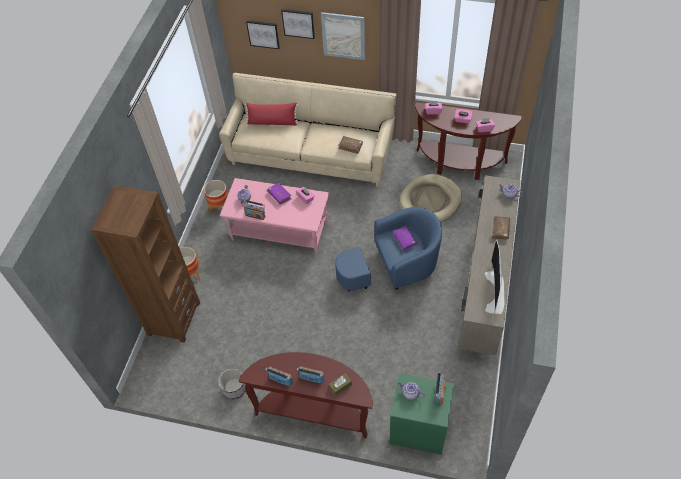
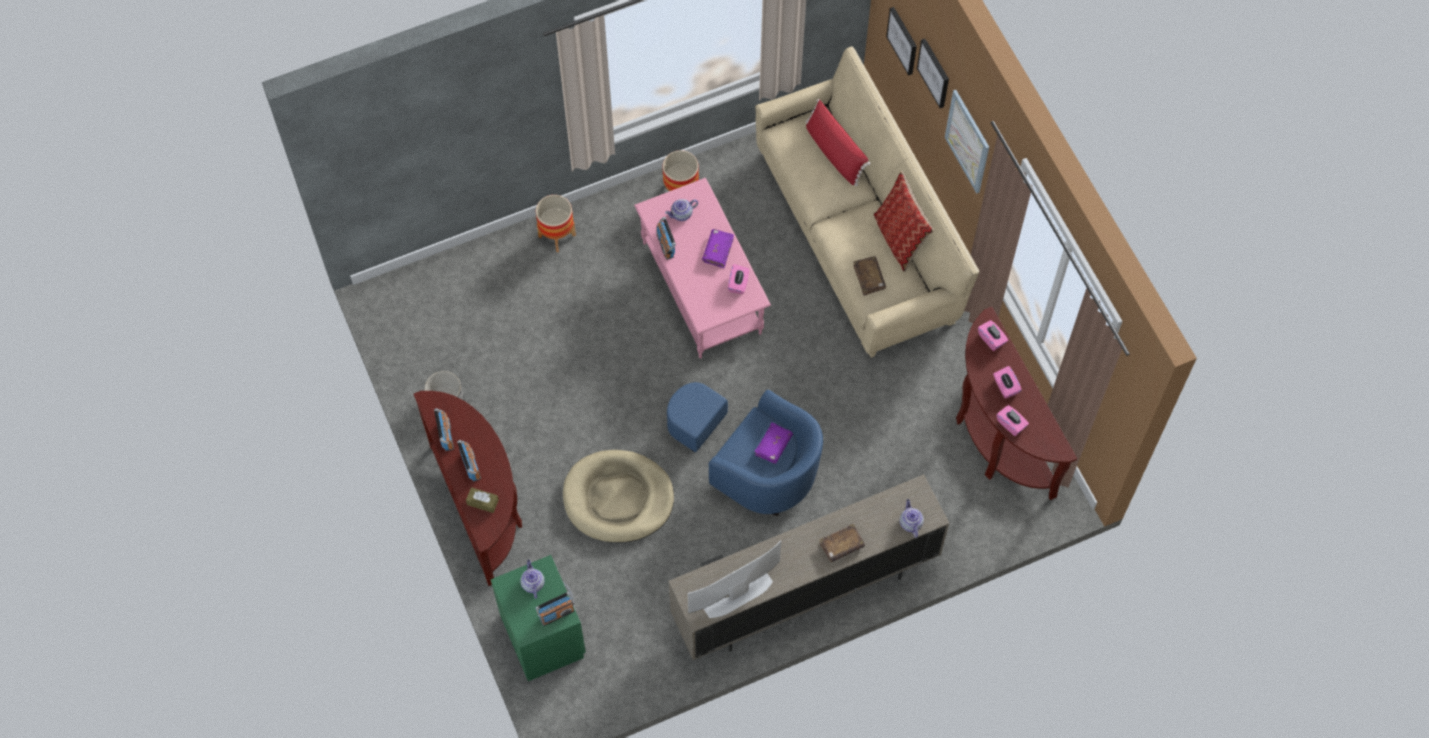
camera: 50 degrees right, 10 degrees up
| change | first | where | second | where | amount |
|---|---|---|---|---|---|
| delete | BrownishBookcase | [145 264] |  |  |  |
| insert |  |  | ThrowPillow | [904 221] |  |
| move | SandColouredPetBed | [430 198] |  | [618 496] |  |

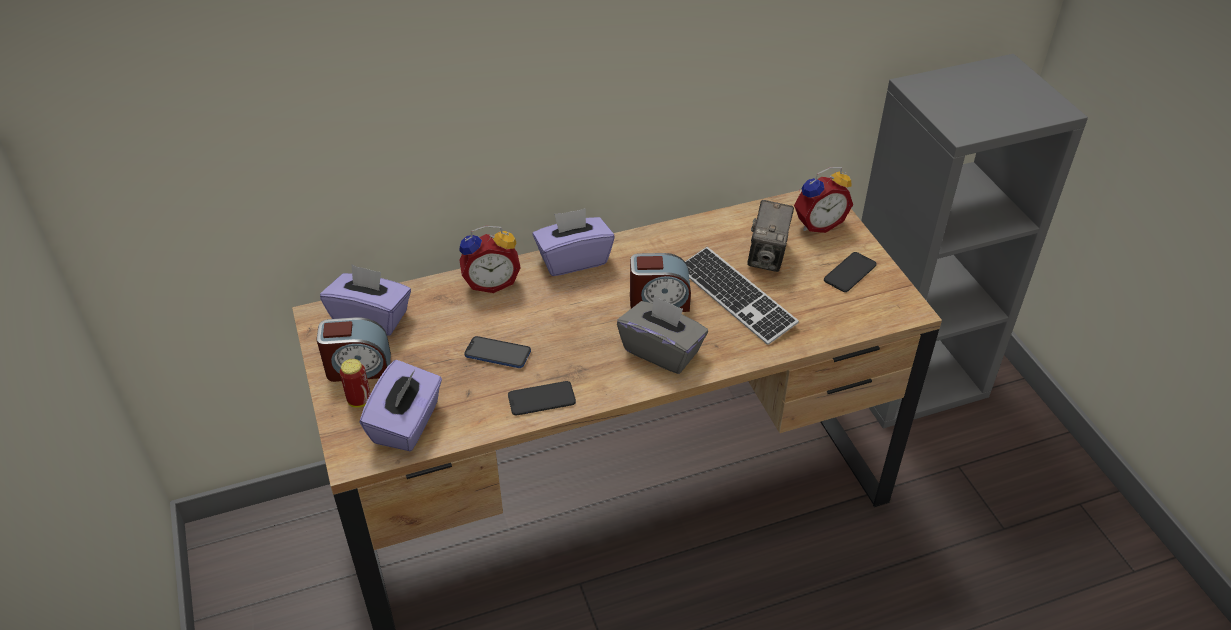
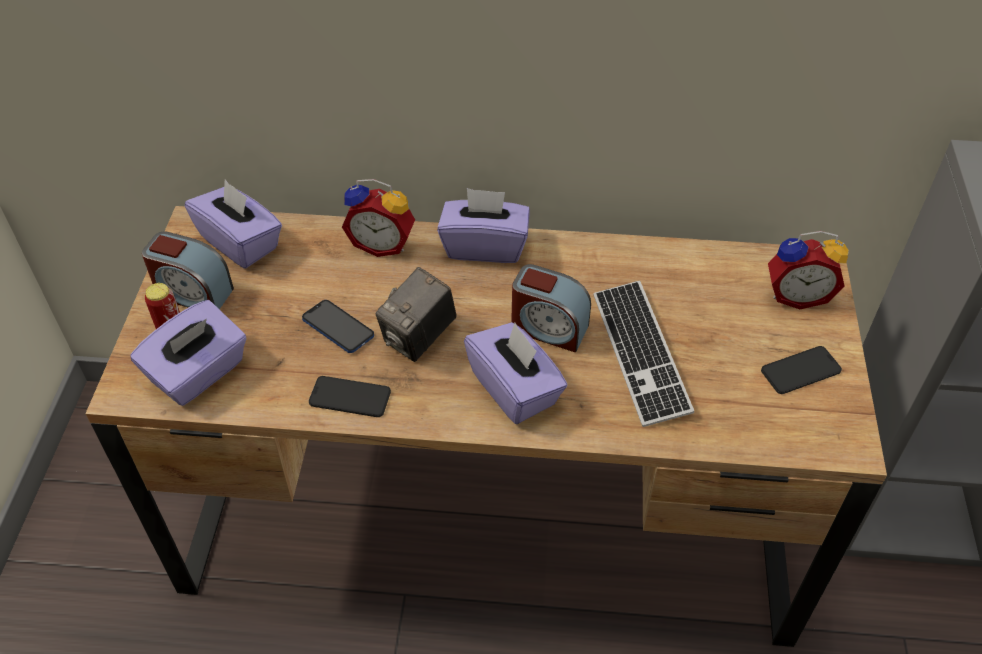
camera: 25 degrees right, 5 degrees up
| change | first | where | second | where | amount |
|---|---|---|---|---|---|
| move | StillCamera | [770 236] |  | [416 314] |  |
| recolor | GreyishBoxOfTissues | [662 334] | PurpleColouredBoxOfTissues | [516 373] |  |

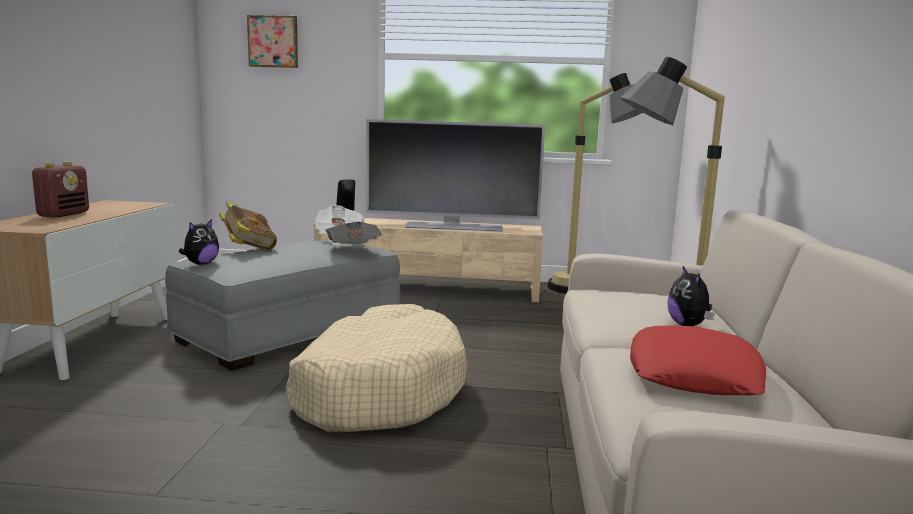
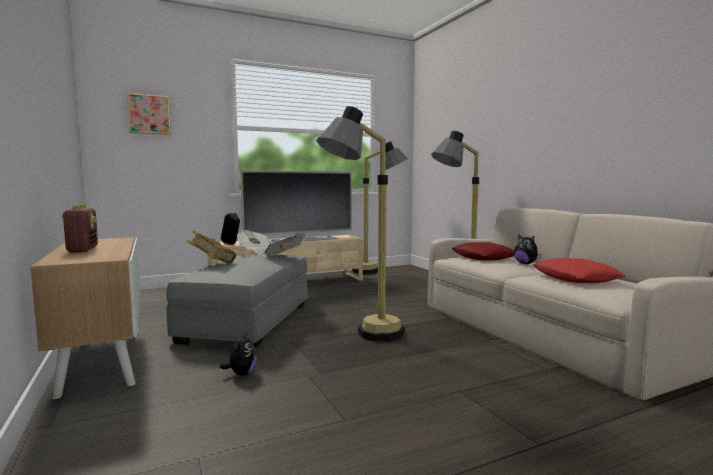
camera: 30 degrees left, 5 degrees down
| change | first | where | second | where | amount |
|---|---|---|---|---|---|
| insert |  |  | RedThrowPillow | [483 251] |  |
| move | SoftToy | [199 242] |  | [238 353] |  |
| replace | SandColouredPetBed | [376 368] | FloorLamp | [360 224] |  |

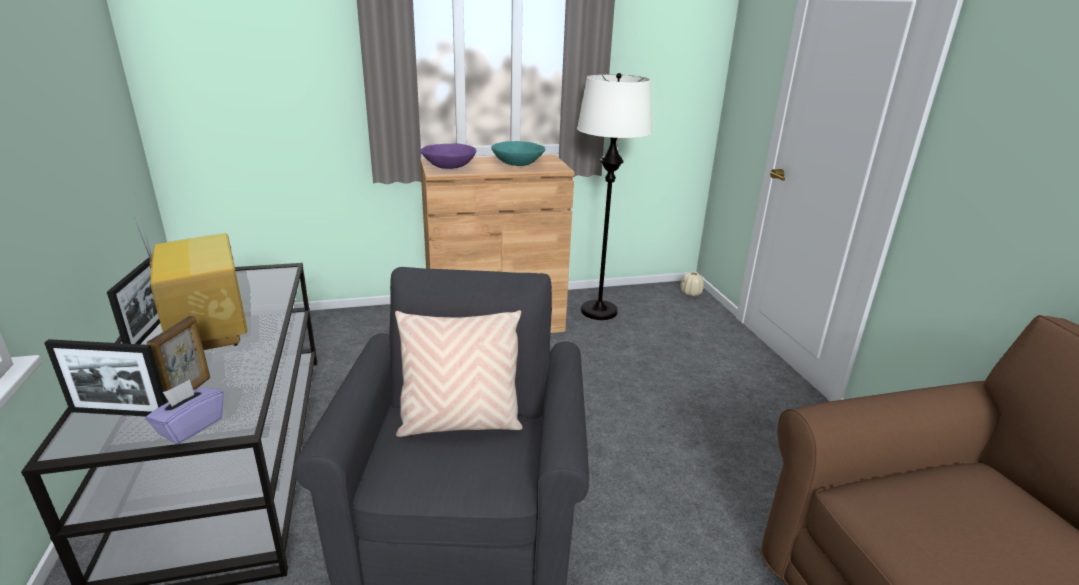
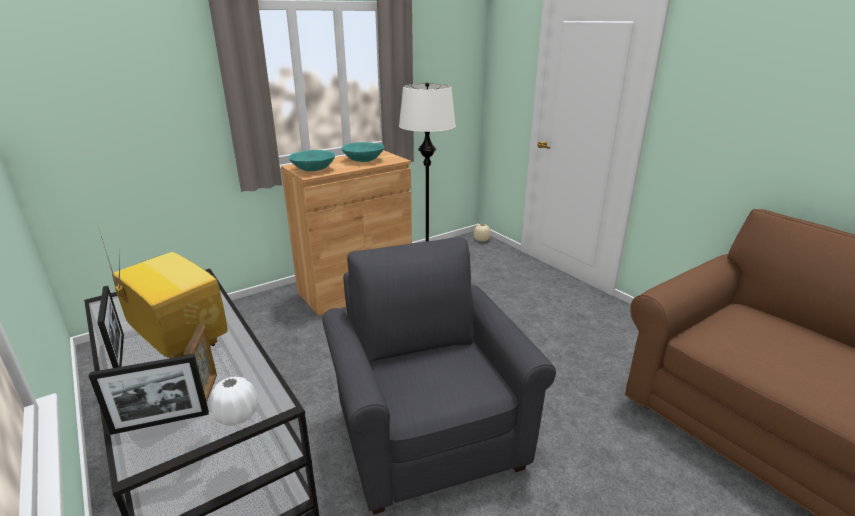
camera: 20 degrees left, 0 degrees up
| change | first | where | second | where | amount |
|---|---|---|---|---|---|
| delete | SandColouredThrowPillow | [459 373] |  |  |  |
| replace | PurpleColouredBoxOfTissues | [184 411] | WhitishVase | [234 401] |  |
| recolor | PurpleColouredServingBowl | [448 156] | TurquoiseColouredServingBowl | [312 160] |  |

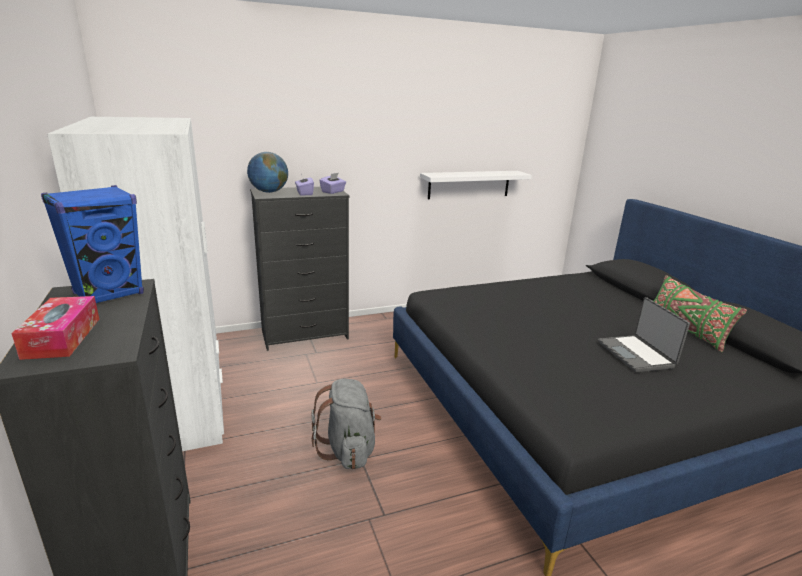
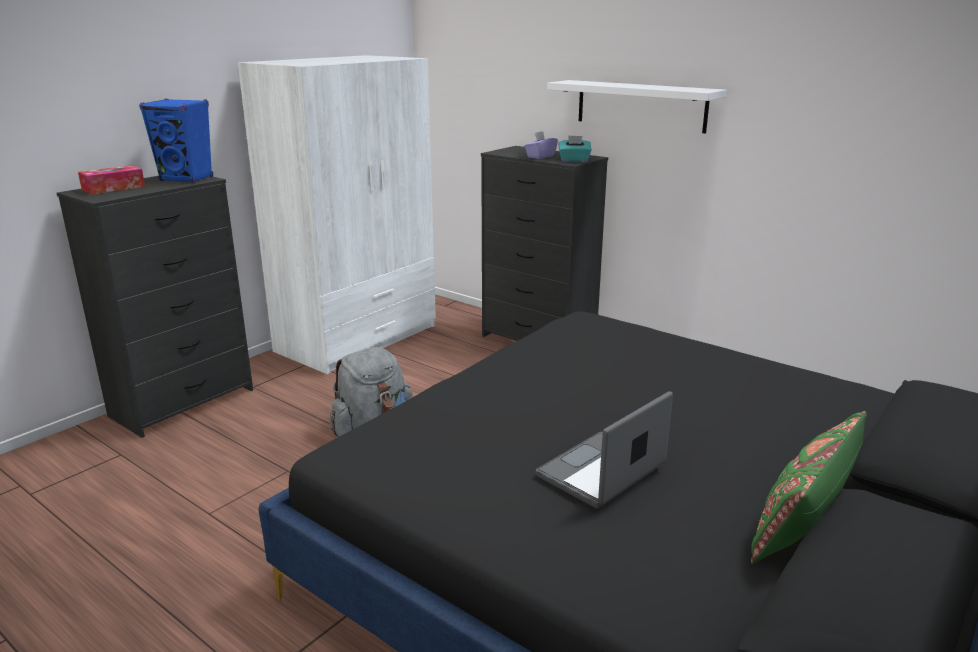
camera: 60 degrees right, 0 degrees up
| change | first | where | second | where | amount |
|---|---|---|---|---|---|
| delete | Globe | [267 172] |  |  |  |
| move | WhitishShelf | [476 185] |  | [636 106] |  |
| recolor | PurpleColouredBoxOfTissues | [332 183] | TurquoiseColouredBoxOfTissues | [575 148] |  |

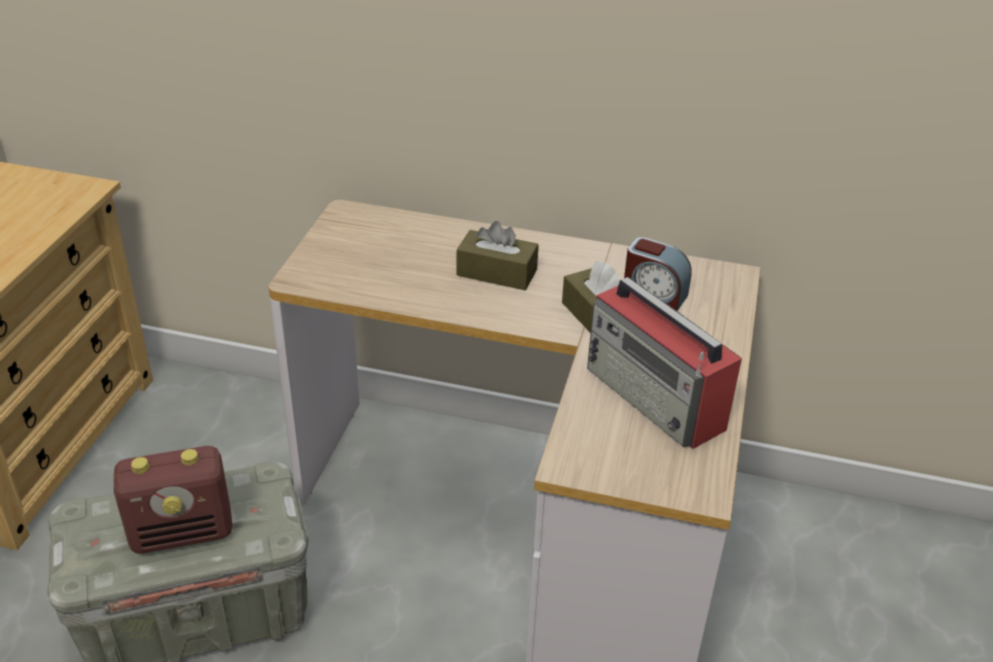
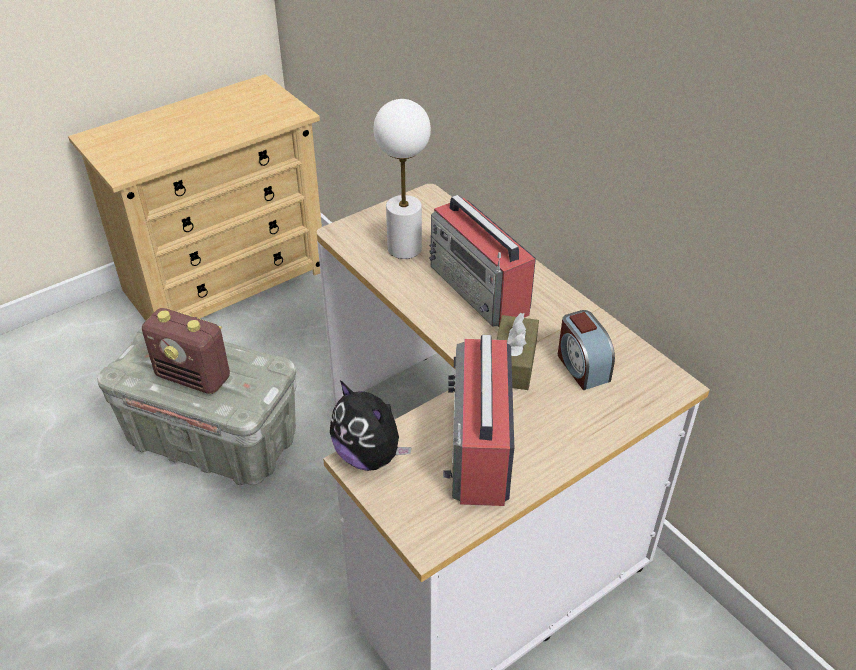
camera: 40 degrees right, 5 degrees up
| change | first | where | second | where | amount |
|---|---|---|---|---|---|
| insert |  |  | SoftToy | [371 425] |  |
| insert |  |  | WhitishTableLamp | [402 179] |  |
| replace | BrownishBoxOfTissues | [498 255] | RadioSet | [482 261] |  |

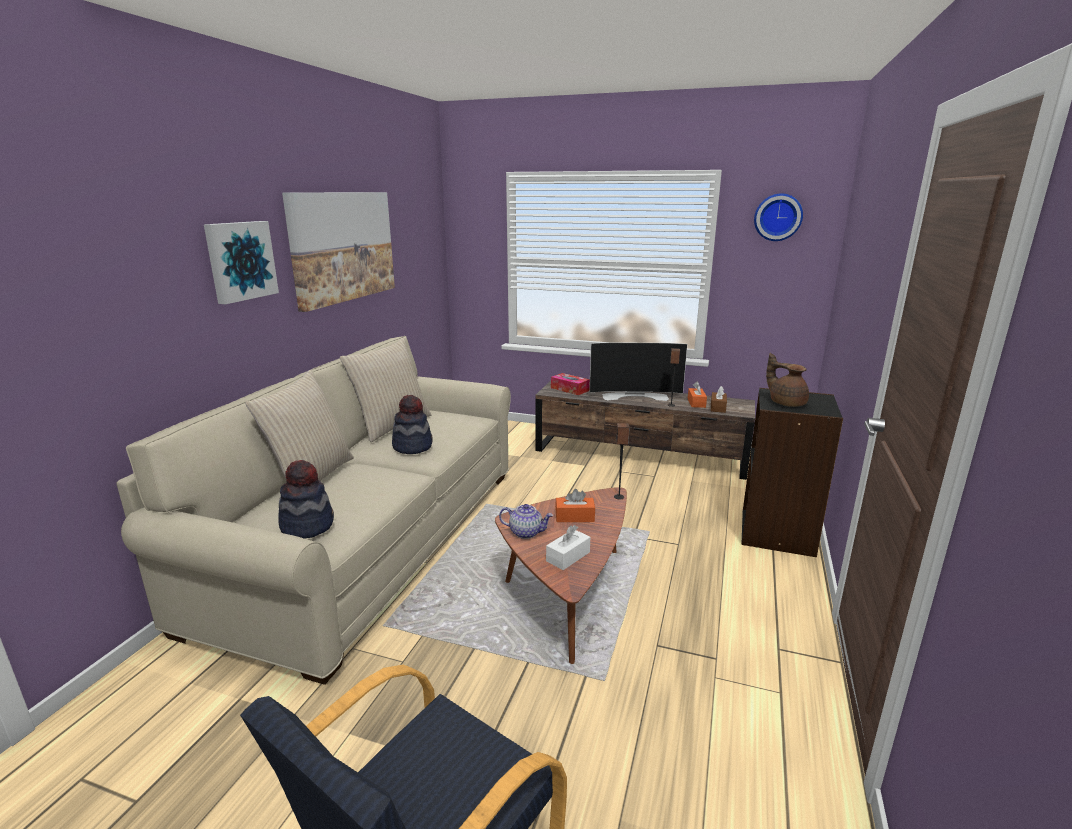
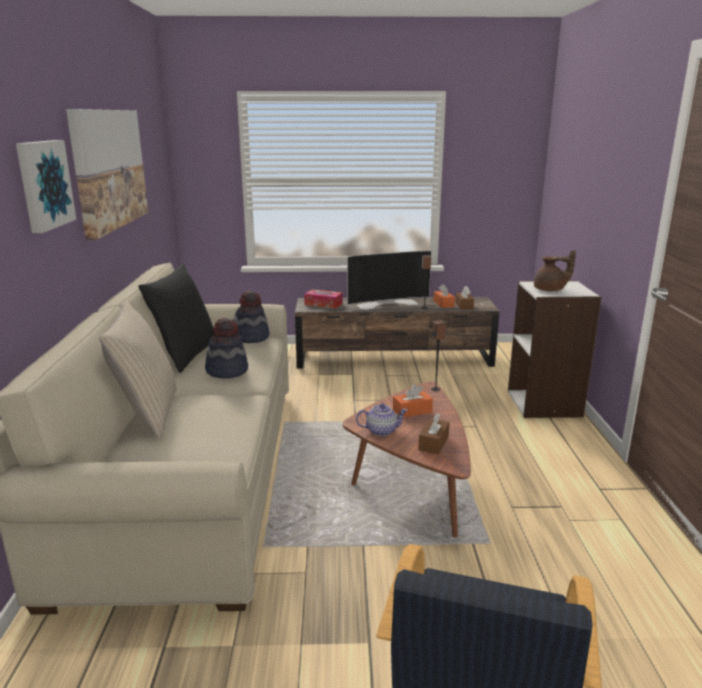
camera: 20 degrees left, 0 degrees up
| change | first | where | second | where | amount |
|---|---|---|---|---|---|
| delete | WallClock | [778 217] |  |  |  |
| move | Hat | [306 499] |  | [252 317] |  |
| recolor | SandColouredThrowPillow | [386 390] | BlackishThrowPillow | [176 318] |  |
| recolor | WhitishBoxOfTissues | [568 547] | BrownishBoxOfTissues | [434 434] |  |
| recolor | BlackishBookcase | [792 472] | WhitishBookcase | [554 349] |  |
| rotate | BrownishPotForTea | [787 380] |  | [555 270] | 150 degrees clockwise |

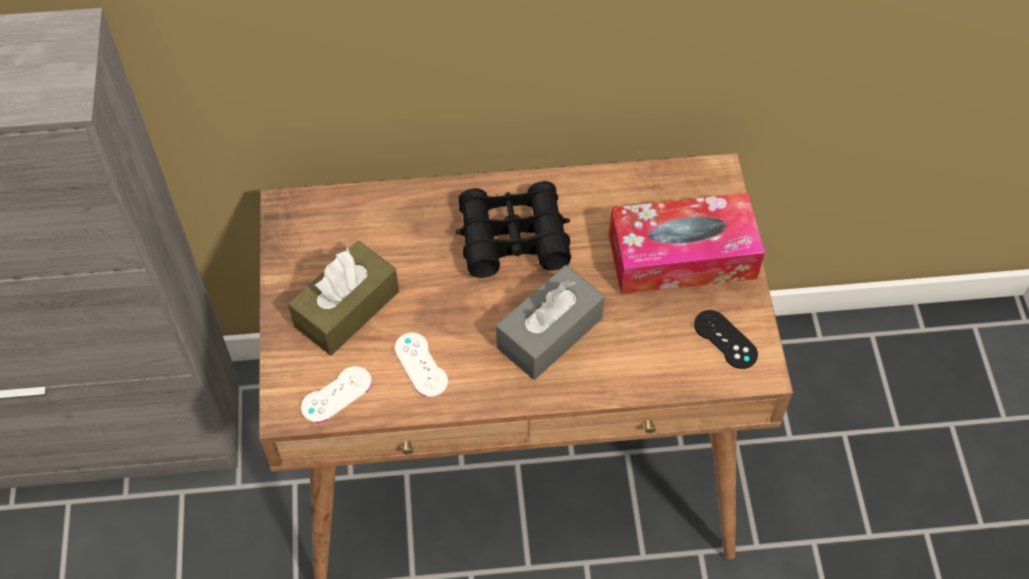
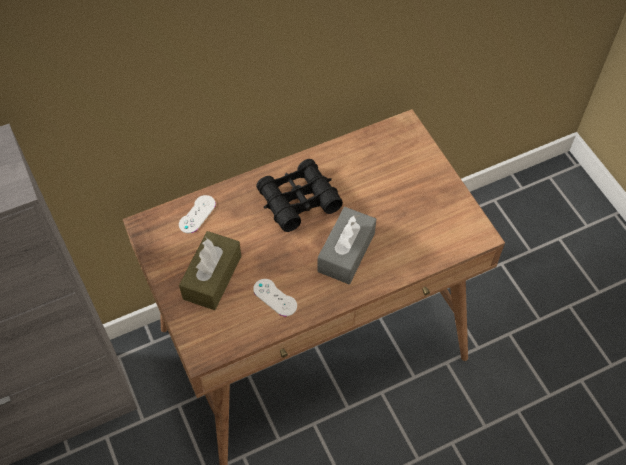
camera: 20 degrees left, 0 degrees up
| change | first | where | second | where | amount |
|---|---|---|---|---|---|
| delete | BoxOfTissues | [687 243] |  |  |  |
| delete | BlackishGameController | [726 339] |  |  |  |
| move | WhitishGameController | [336 394] |  | [197 214] |  |

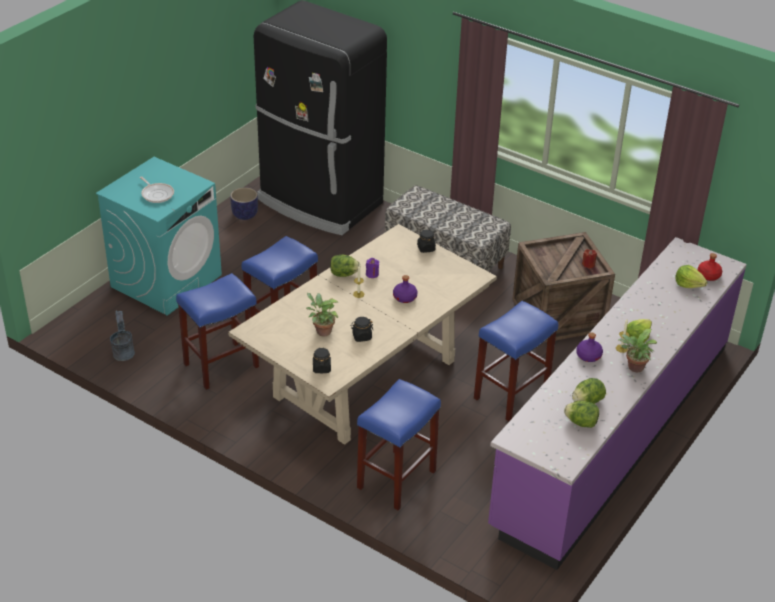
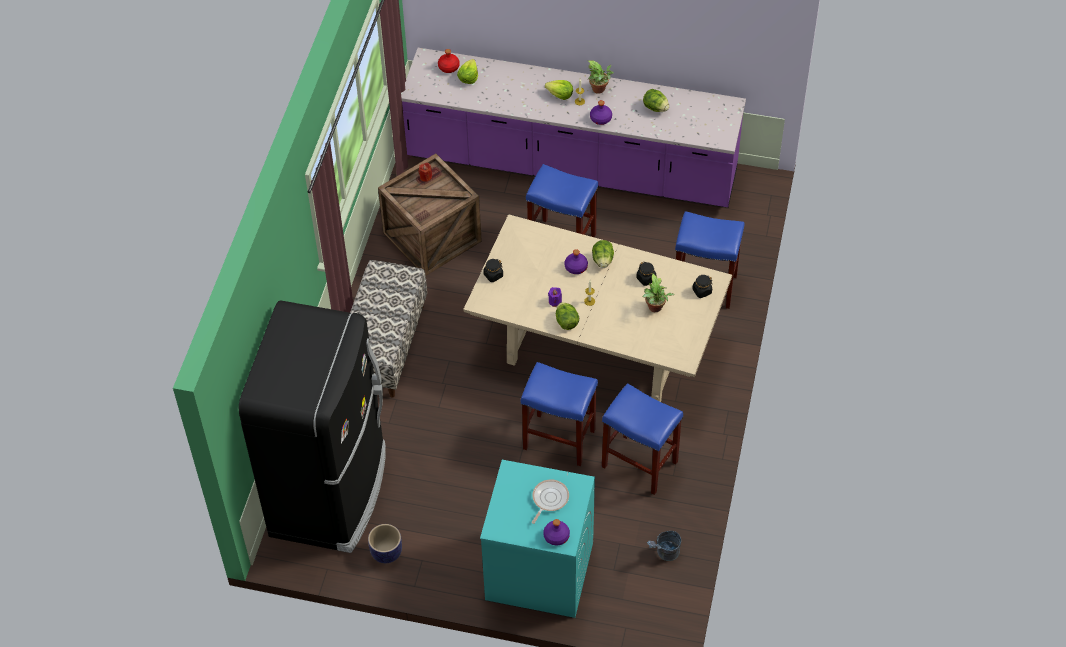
camera: 110 degrees left, 15 degrees up
| change | first | where | second | where | amount |
|---|---|---|---|---|---|
| insert |  |  | PurpleColouredBeverageBottle | [556 532] |  |
| move | Lettuce | [581 414] |  | [603 254] |  |

